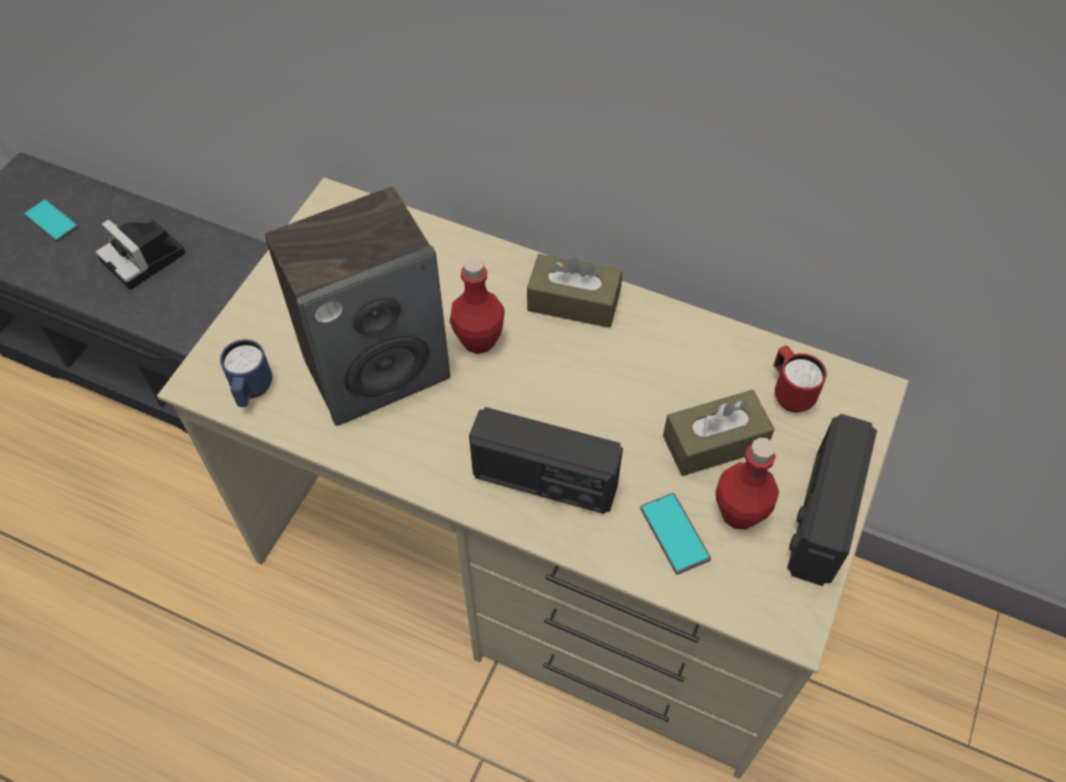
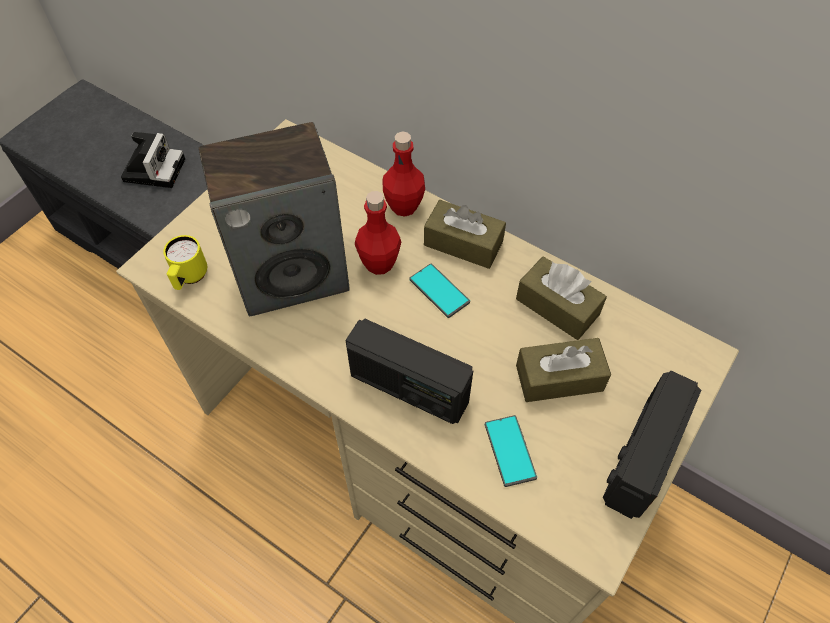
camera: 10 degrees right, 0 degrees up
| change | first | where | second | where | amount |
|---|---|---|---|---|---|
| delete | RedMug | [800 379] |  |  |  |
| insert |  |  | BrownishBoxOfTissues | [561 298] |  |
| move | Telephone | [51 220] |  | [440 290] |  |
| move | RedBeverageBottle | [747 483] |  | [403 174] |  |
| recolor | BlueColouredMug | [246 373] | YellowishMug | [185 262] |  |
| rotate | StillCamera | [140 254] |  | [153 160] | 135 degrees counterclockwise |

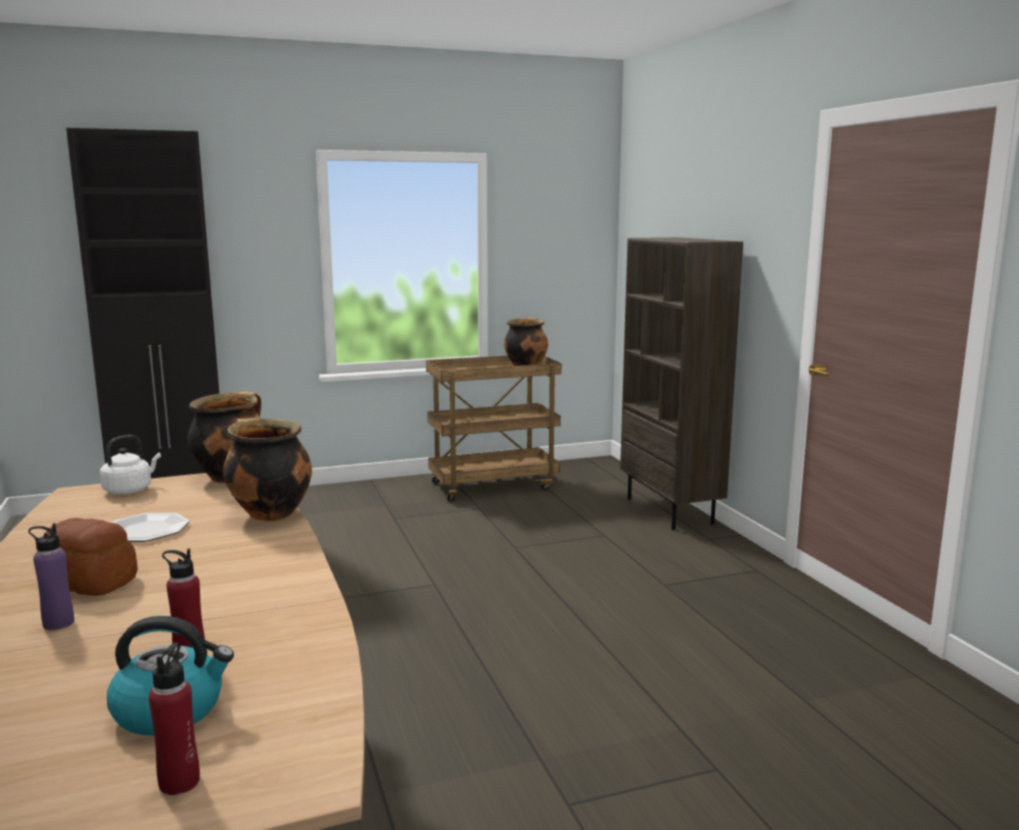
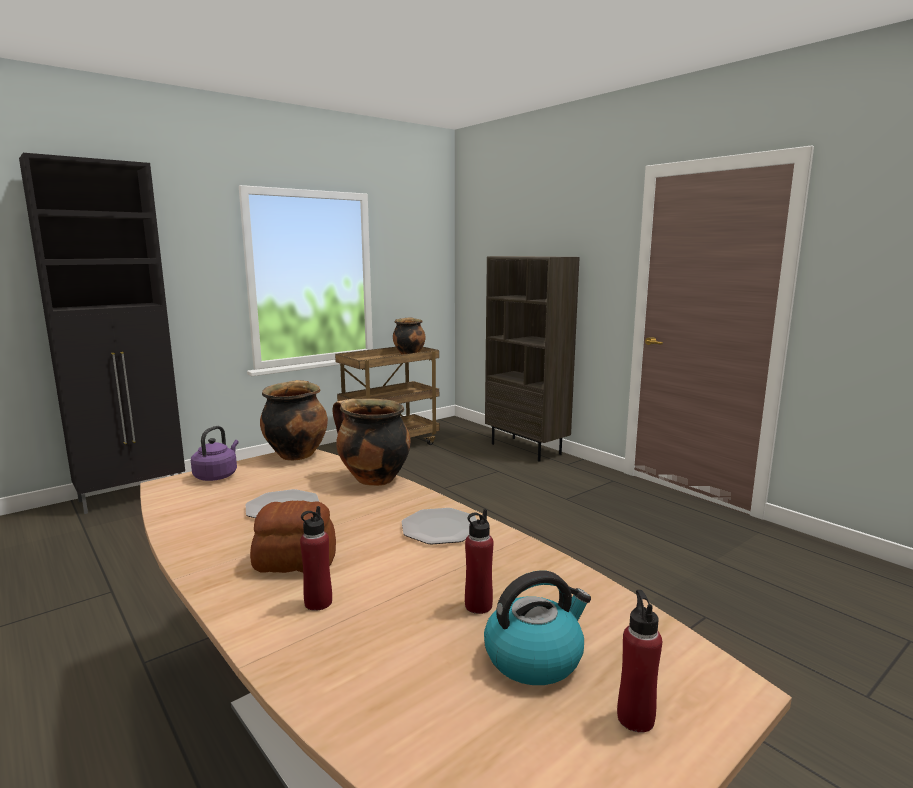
camera: 20 degrees left, 0 degrees up
| change | first | where | second | where | amount |
|---|---|---|---|---|---|
| insert |  |  | DinnerPlate | [439 526] |  |
| recolor | PurpleColouredBeverageBottle | [51 576] | RedBeverageBottle | [316 558] |  |
| recolor | WhitishKettle | [130 464] | PurpleColouredKettle | [215 453] |  |

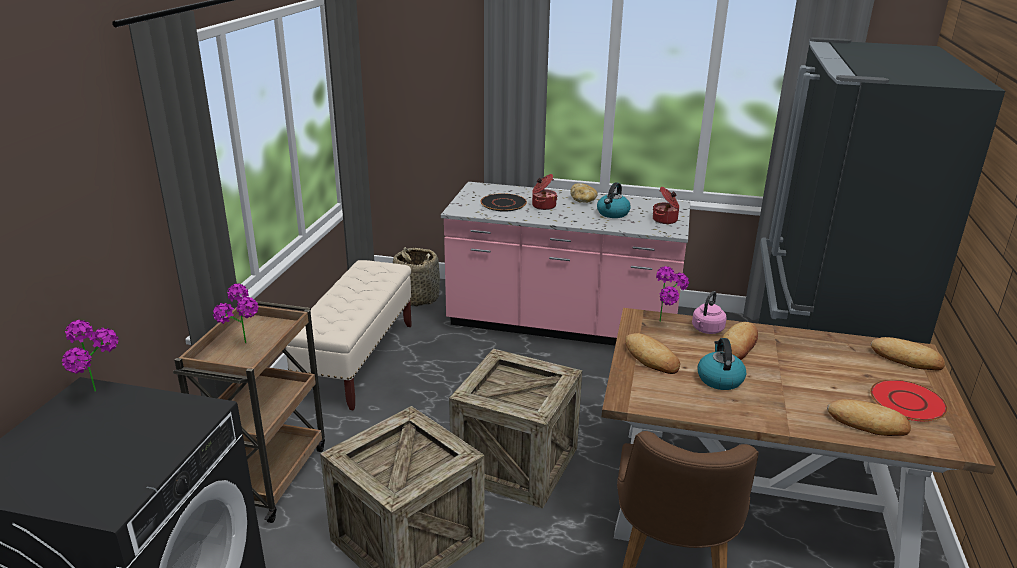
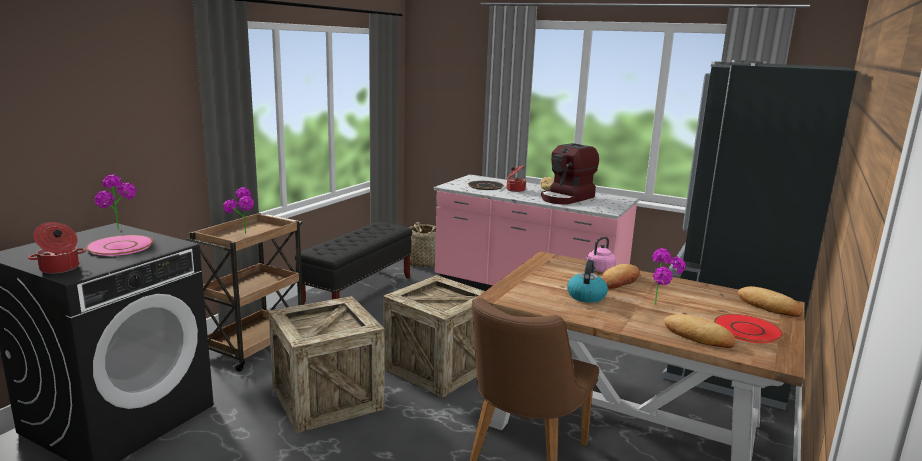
camera: 15 degrees right, 10 degrees down
| change | first | where | second | where | amount |
|---|---|---|---|---|---|
| delete | BakedBread | [652 353] |  |  |  |
| insert |  |  | PinkDinnerPlate | [120 245] |  |
| move | Stockpot | [666 205] |  | [57 248] |  |
| move | PlantInAPot | [672 294] |  | [669 276] |  |
| replace | Kettle | [614 200] | CoffeeBrewer | [570 173] |  |
| recolor | SandColouredLongSeat | [349 335] | BlackishLongSeat | [353 263] |  |

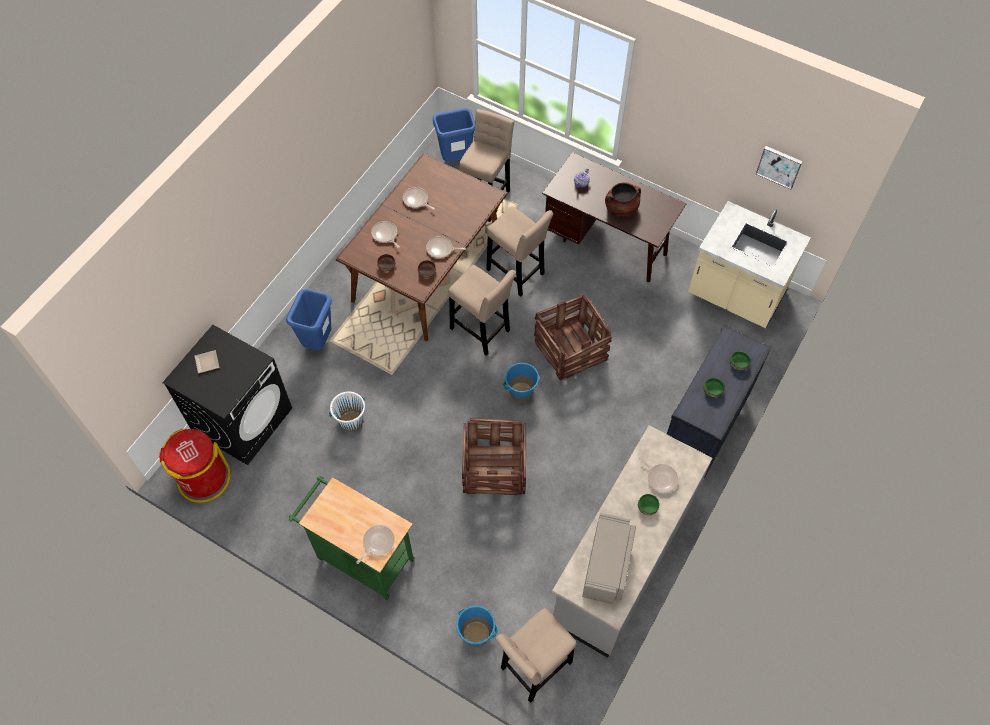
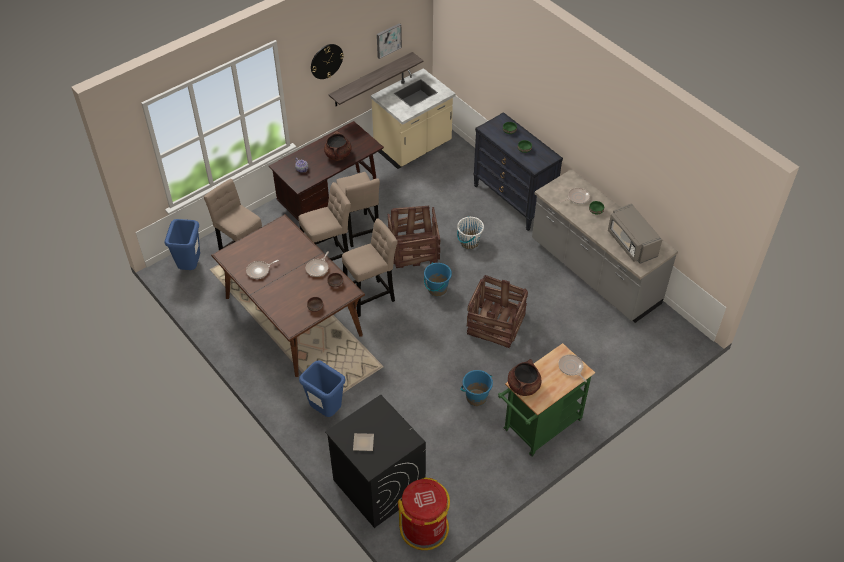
camera: 70 degrees left, 10 degrees down
| change | first | where | second | where | amount |
|---|---|---|---|---|---|
| delete | Skillet | [385 234] |  |  |  |
| insert |  |  | WallClock | [327 61] |  |
| insert |  |  | Shelf | [376 79] |  |
| insert |  |  | BrownishStockpot | [524 377] |  |
| move | WhitishBucket | [347 411] |  | [470 232] |  |
| move | BlueColouredBucket | [476 626] |  | [477 388] |  |
| move | SandColouredSittingStool | [536 655] |  | [358 209] |  |
| rotate | GreyishKitchenMicrowave | [609 558] |  | [635 233] | 150 degrees counterclockwise |

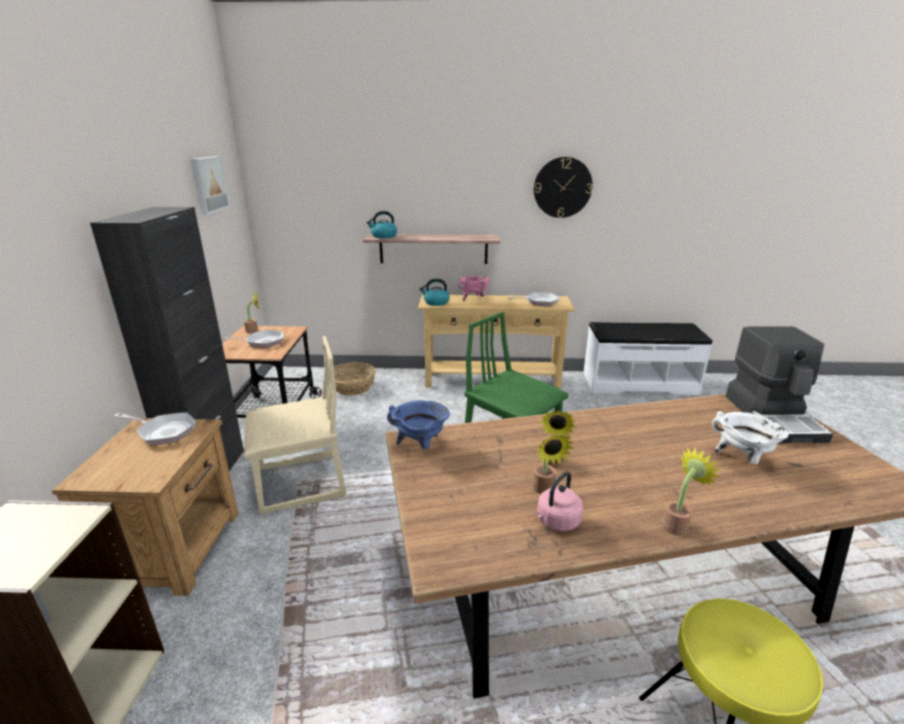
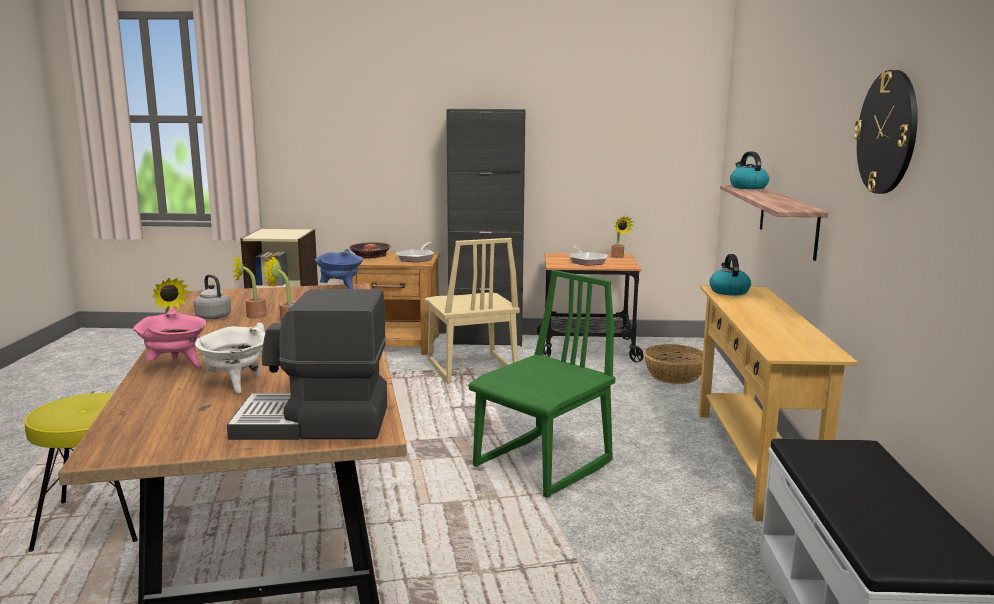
camera: 90 degrees right, 10 degrees down
| change | first | where | second | where | amount |
|---|---|---|---|---|---|
| delete | WallPicture | [210 185] |  |  |  |
| delete | Skillet | [534 299] |  |  |  |
| insert |  |  | ServingBowl | [370 250] |  |
| move | PinkStockpot | [474 288] |  | [169 338] |  |
| recolor | PinkKettle | [559 501] | GreyishKettle | [212 297] |  |

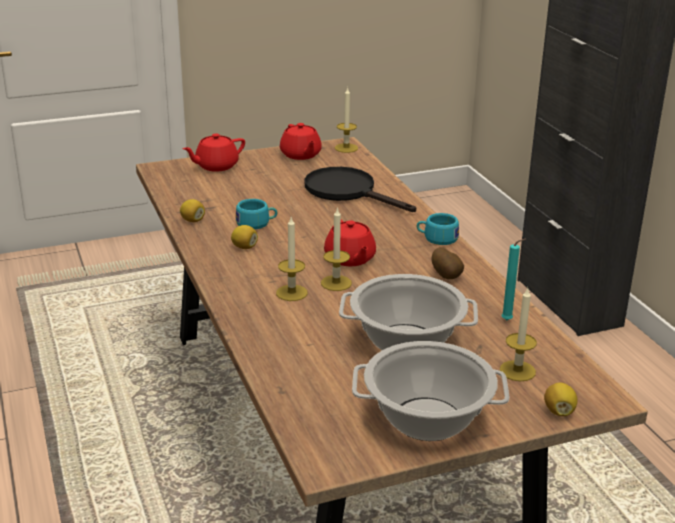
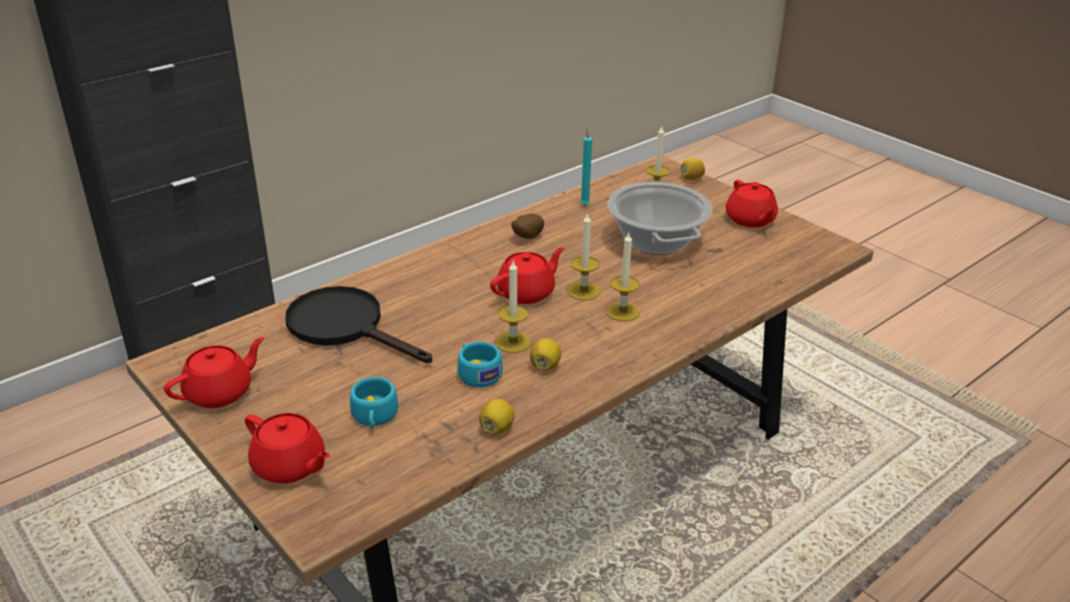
camera: 110 degrees left, 5 degrees up
| change | first | where | second | where | amount |
|---|---|---|---|---|---|
| move | WaxCandle | [346 120] |  | [513 306] |  |
| move | TurquoiseColouredDrinkingCup | [438 229] |  | [374 402] |  |
| replace | Stockpot | [431 391] | RedPotForTea | [752 204] |  |
| rotate | BlackishSkillet | [360 189] |  | [358 324] | 105 degrees clockwise |

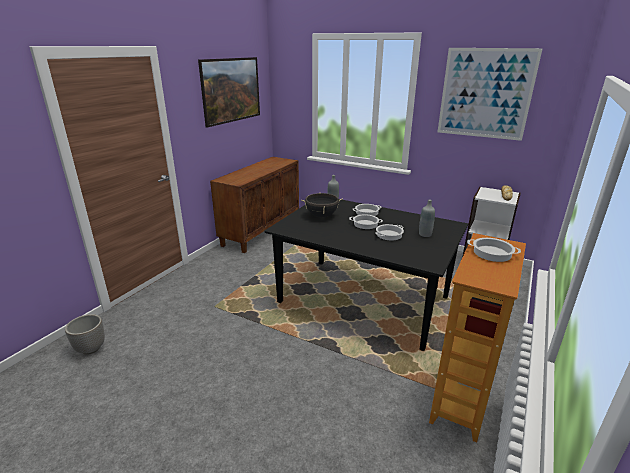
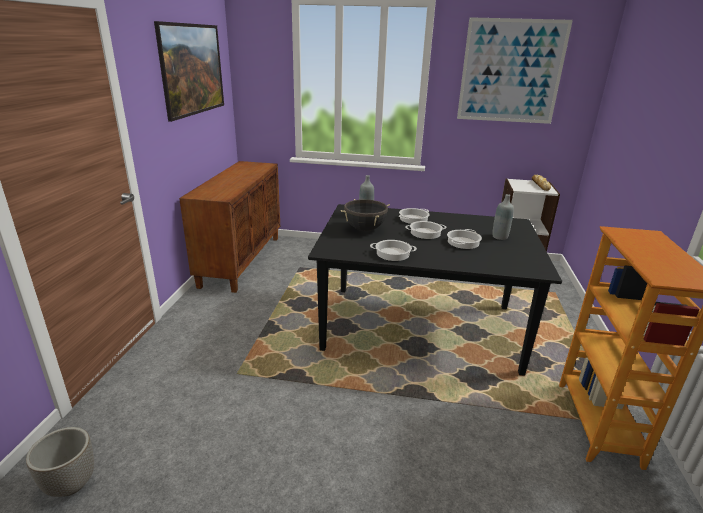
camera: 20 degrees left, 0 degrees up
| change | first | where | second | where | amount |
|---|---|---|---|---|---|
| move | Stockpot | [494 250] |  | [393 250] |  |

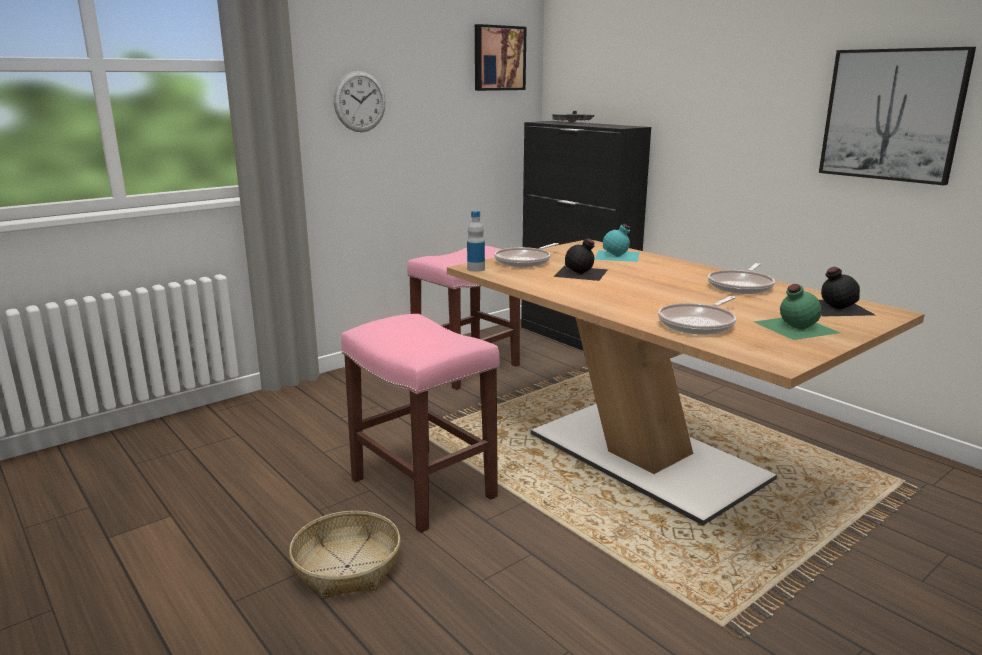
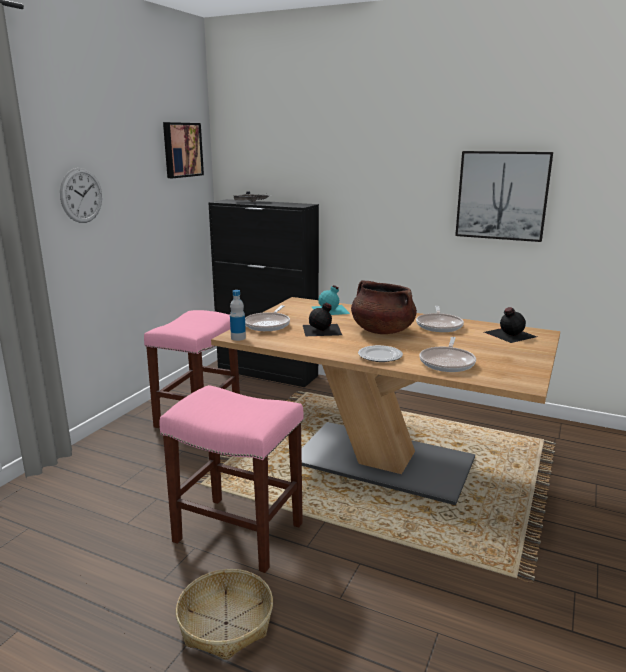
camera: 25 degrees left, 0 degrees up
| change | first | where | second | where | amount |
|---|---|---|---|---|---|
| delete | GreenColouredBeverageBottle | [797 312] |  |  |  |
| insert |  |  | BrownishStockpot | [384 307] |  |
| insert |  |  | DinnerPlate | [380 353] |  |

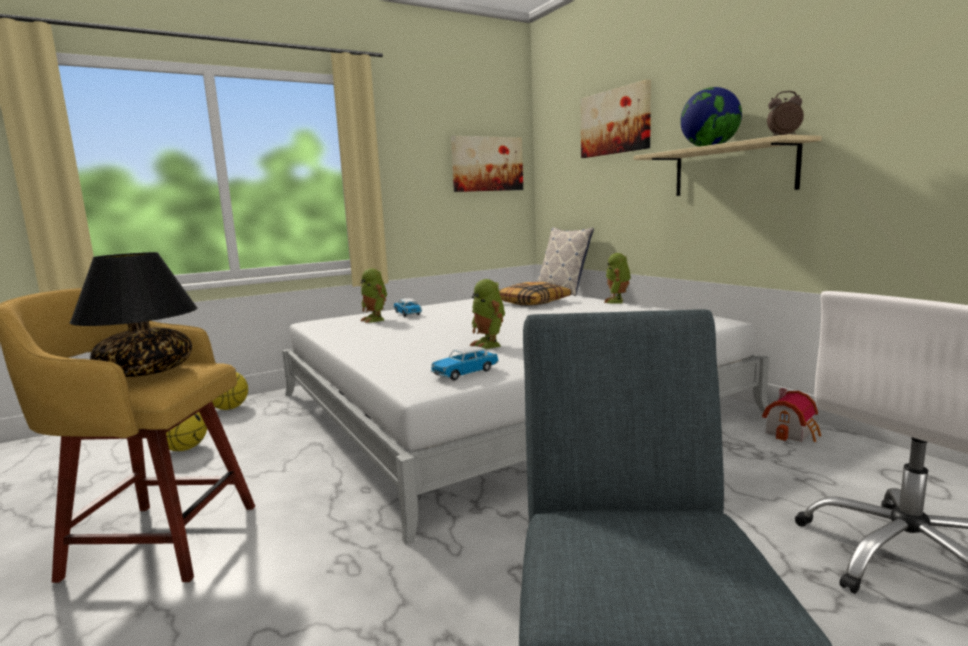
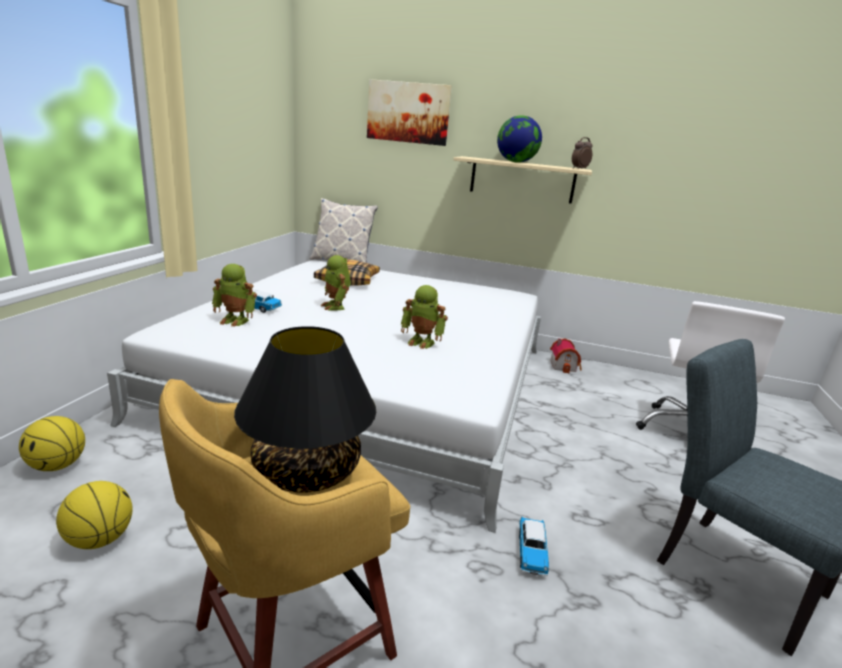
camera: 45 degrees left, 10 degrees up
| change | first | where | second | where | amount |
|---|---|---|---|---|---|
| delete | WallPicture | [487 164] |  |  |  |
| move | ToyCar | [465 363] |  | [534 546] |  |
| move | ToyRobot | [617 278] |  | [336 283] |  |

